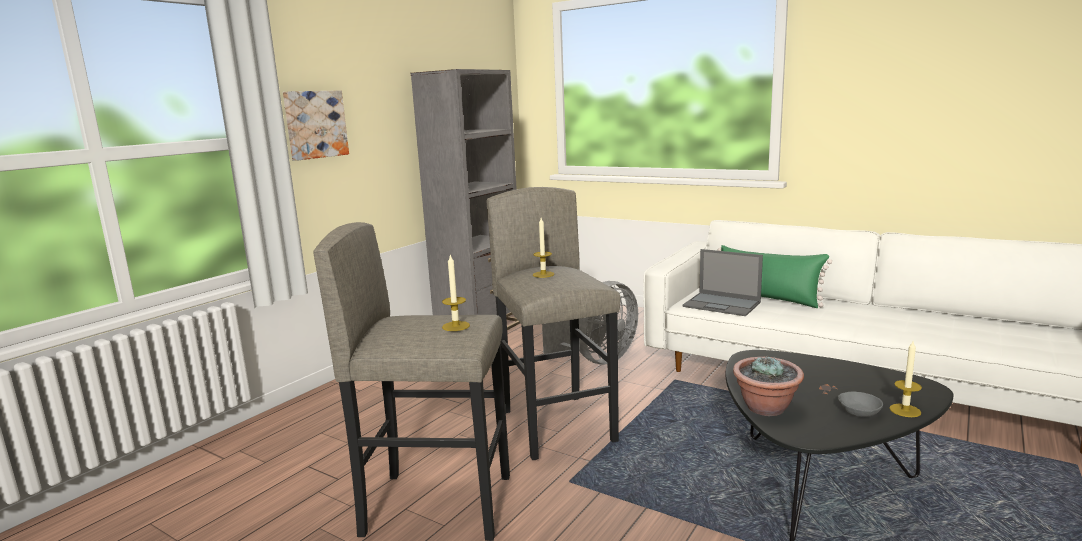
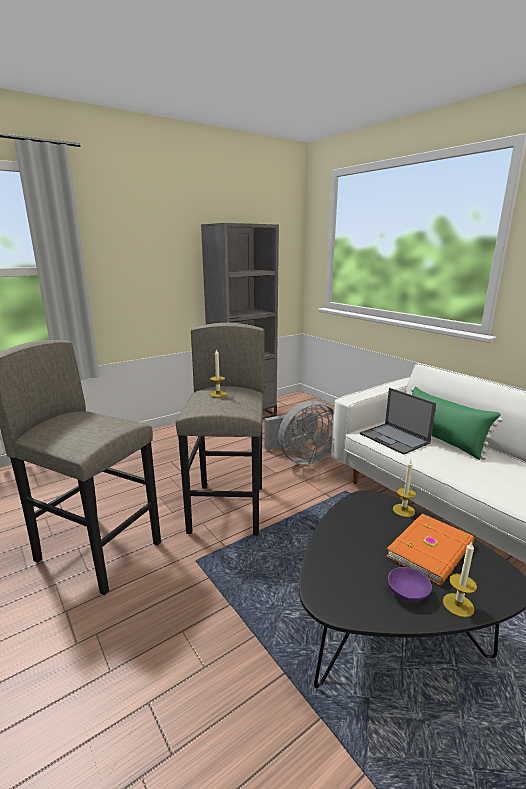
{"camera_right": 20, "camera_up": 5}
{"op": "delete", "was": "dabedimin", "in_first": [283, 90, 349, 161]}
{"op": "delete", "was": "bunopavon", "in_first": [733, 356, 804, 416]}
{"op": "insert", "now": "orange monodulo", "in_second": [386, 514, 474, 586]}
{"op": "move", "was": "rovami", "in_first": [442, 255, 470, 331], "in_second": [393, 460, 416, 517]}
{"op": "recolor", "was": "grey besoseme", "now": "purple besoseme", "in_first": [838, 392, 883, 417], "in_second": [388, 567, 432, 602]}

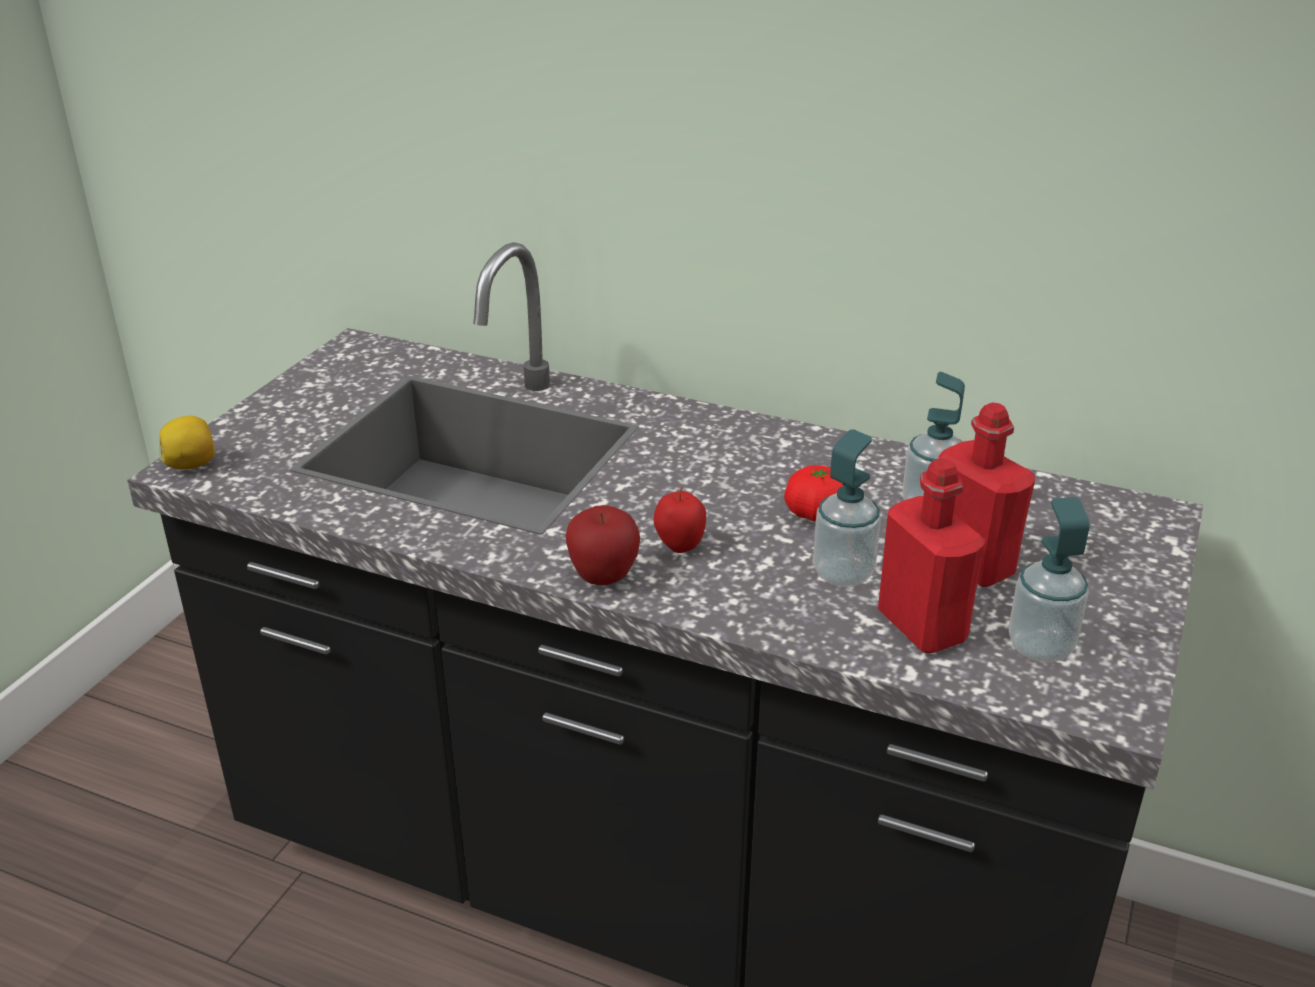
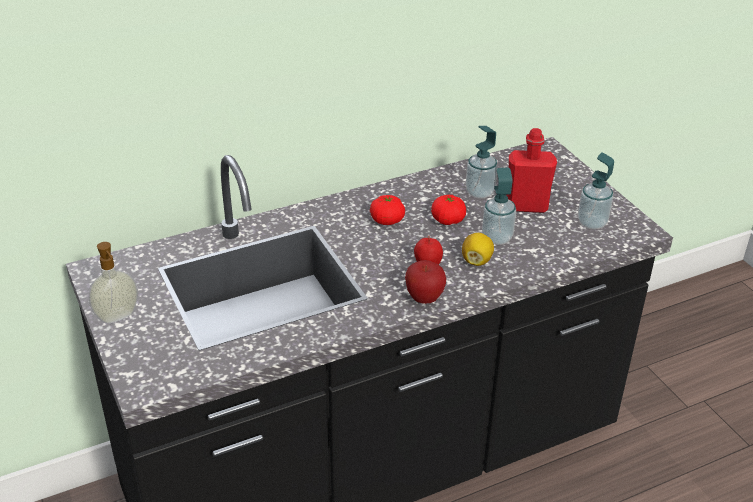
{"camera_right": -50, "camera_up": 5}
{"op": "delete", "was": "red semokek", "in_first": [878, 458, 985, 653]}
{"op": "insert", "now": "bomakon", "in_second": [89, 242, 138, 323]}
{"op": "insert", "now": "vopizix", "in_second": [370, 195, 405, 225]}
{"op": "move", "was": "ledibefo", "in_first": [159, 416, 215, 469], "in_second": [462, 233, 494, 266]}

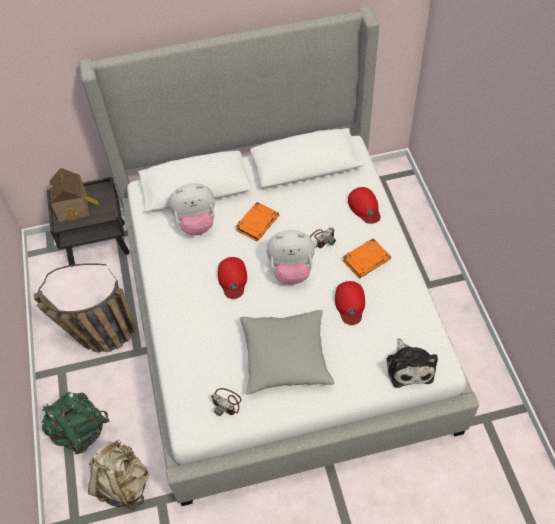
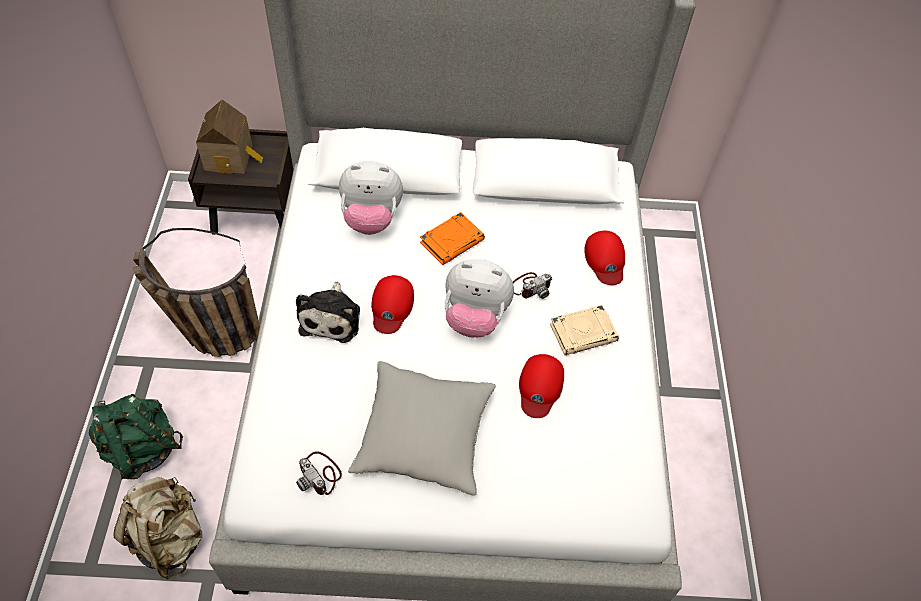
{"camera_right": 10, "camera_up": 0}
{"op": "move", "was": "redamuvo", "in_first": [387, 338, 438, 388], "in_second": [296, 281, 360, 343]}
{"op": "recolor", "was": "orange monodulo", "now": "beige monodulo", "in_first": [343, 238, 391, 279], "in_second": [550, 305, 619, 355]}

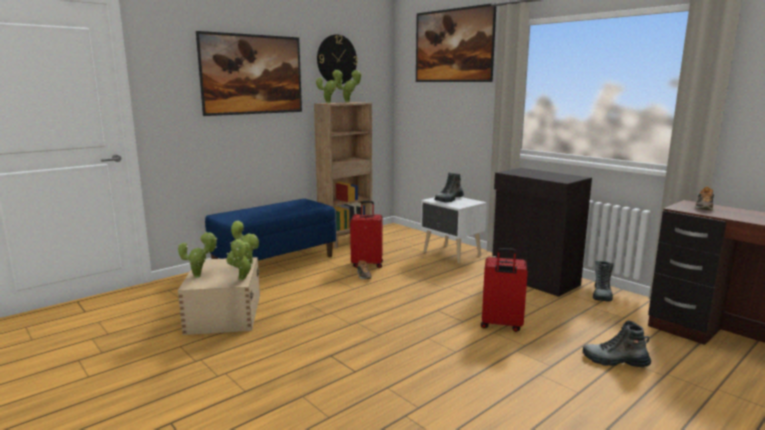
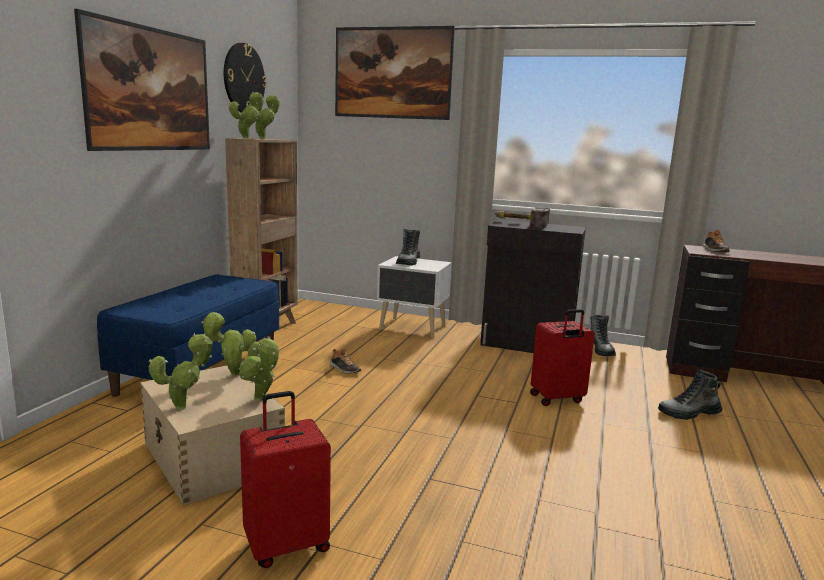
{"camera_right": -30, "camera_up": 0}
{"op": "insert", "now": "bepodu", "in_second": [495, 207, 550, 228]}
{"op": "move", "was": "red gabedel", "in_first": [350, 201, 383, 268], "in_second": [240, 391, 331, 568]}

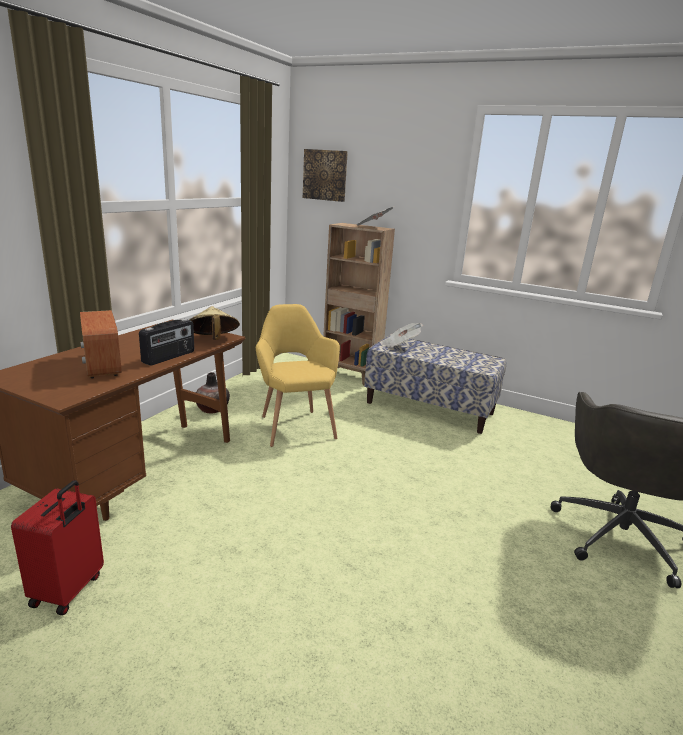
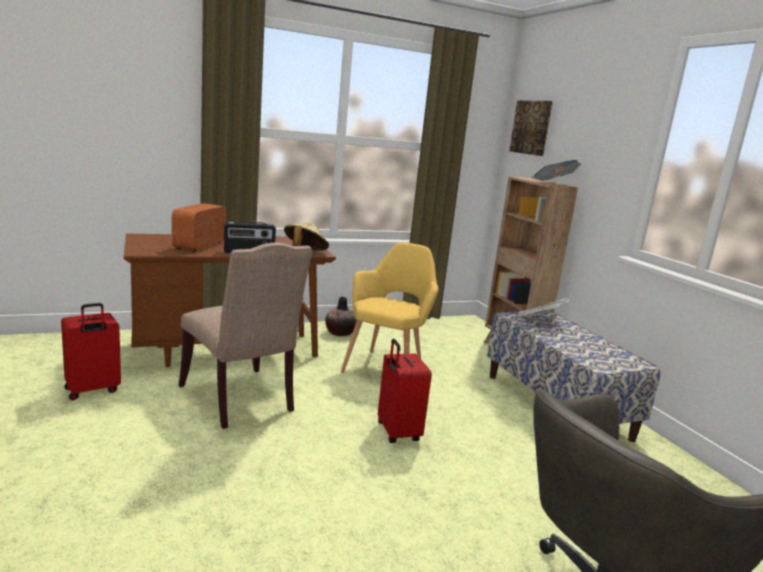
{"camera_right": 40, "camera_up": -5}
{"op": "insert", "now": "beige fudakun", "in_second": [179, 243, 312, 429]}
{"op": "insert", "now": "red gabedel", "in_second": [378, 339, 432, 443]}

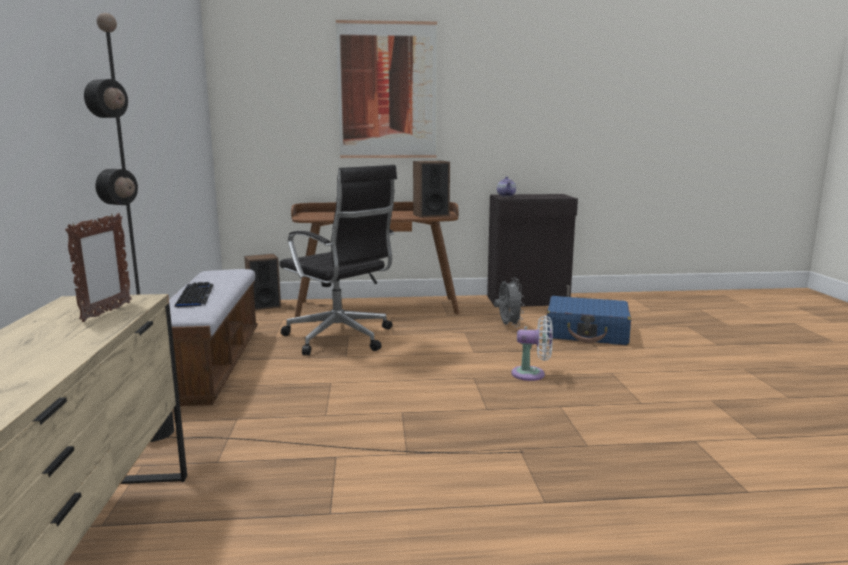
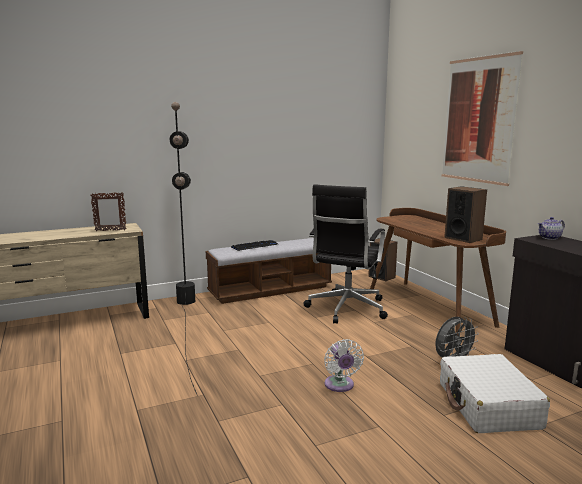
{"camera_right": 70, "camera_up": 0}
{"op": "recolor", "was": "blue gabedel", "now": "white gabedel", "in_first": [547, 296, 631, 345], "in_second": [440, 354, 550, 433]}

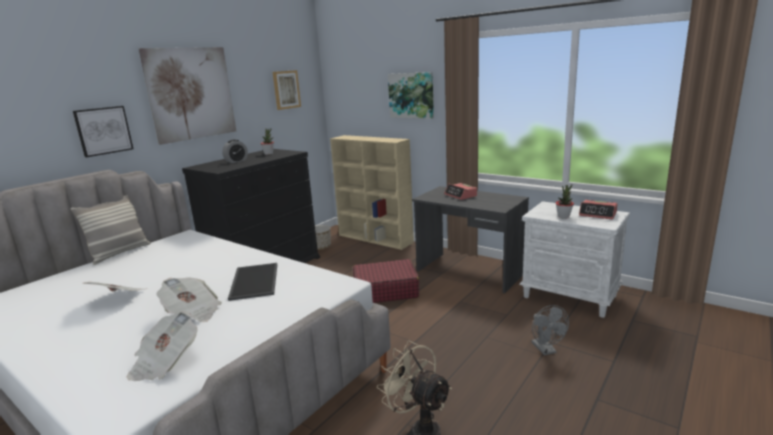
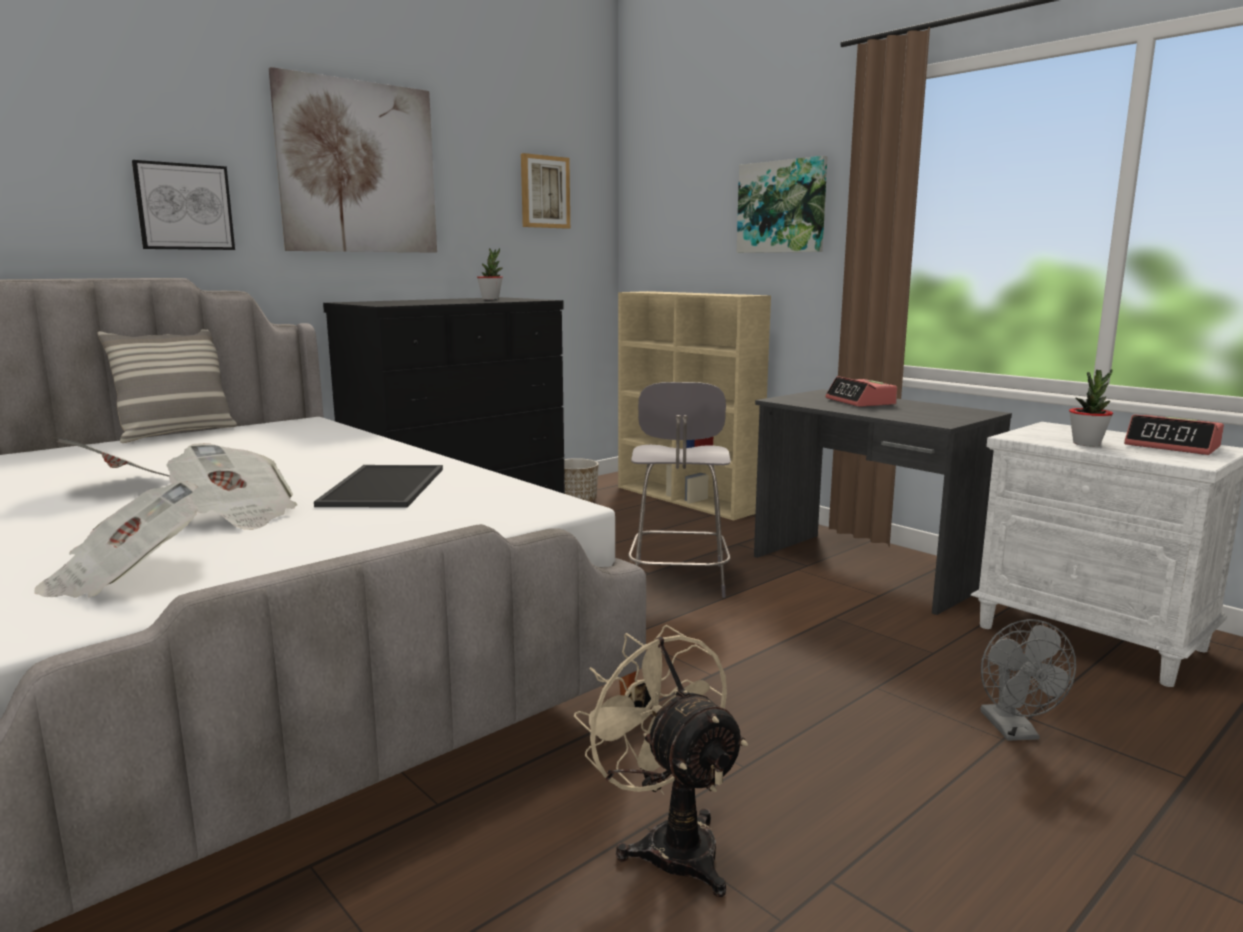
{"camera_right": 10, "camera_up": -5}
{"op": "delete", "was": "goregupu", "in_first": [222, 140, 248, 163]}
{"op": "replace", "was": "red gabedel", "now": "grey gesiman", "in_first": [353, 259, 419, 303], "in_second": [628, 382, 731, 598]}

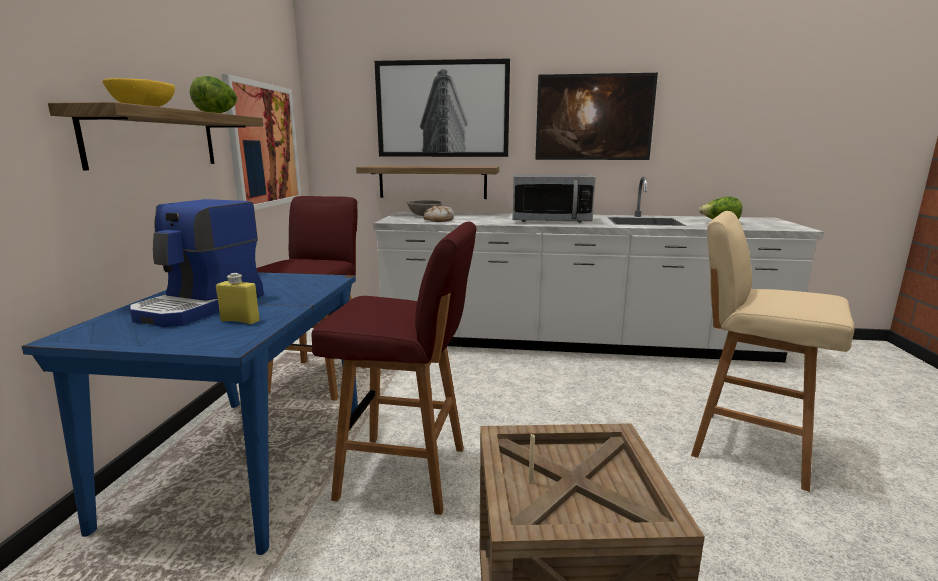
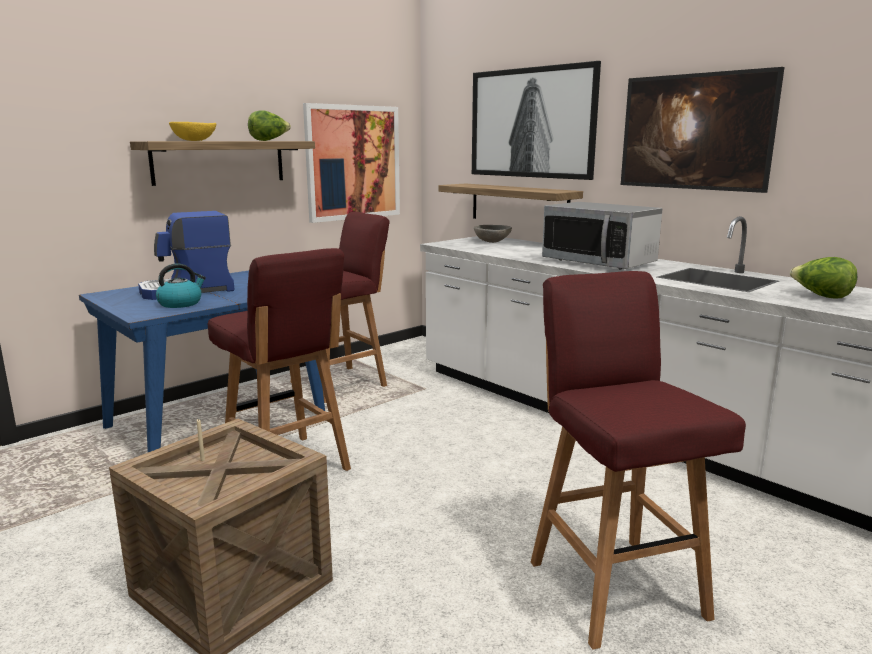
{"camera_right": 40, "camera_up": 0}
{"op": "delete", "was": "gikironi", "in_first": [423, 206, 454, 222]}
{"op": "replace", "was": "yellow semokek", "now": "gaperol", "in_first": [216, 273, 260, 324], "in_second": [156, 264, 206, 308]}
{"op": "recolor", "was": "beige gesiman", "now": "red gesiman", "in_first": [691, 211, 855, 492], "in_second": [531, 271, 746, 650]}

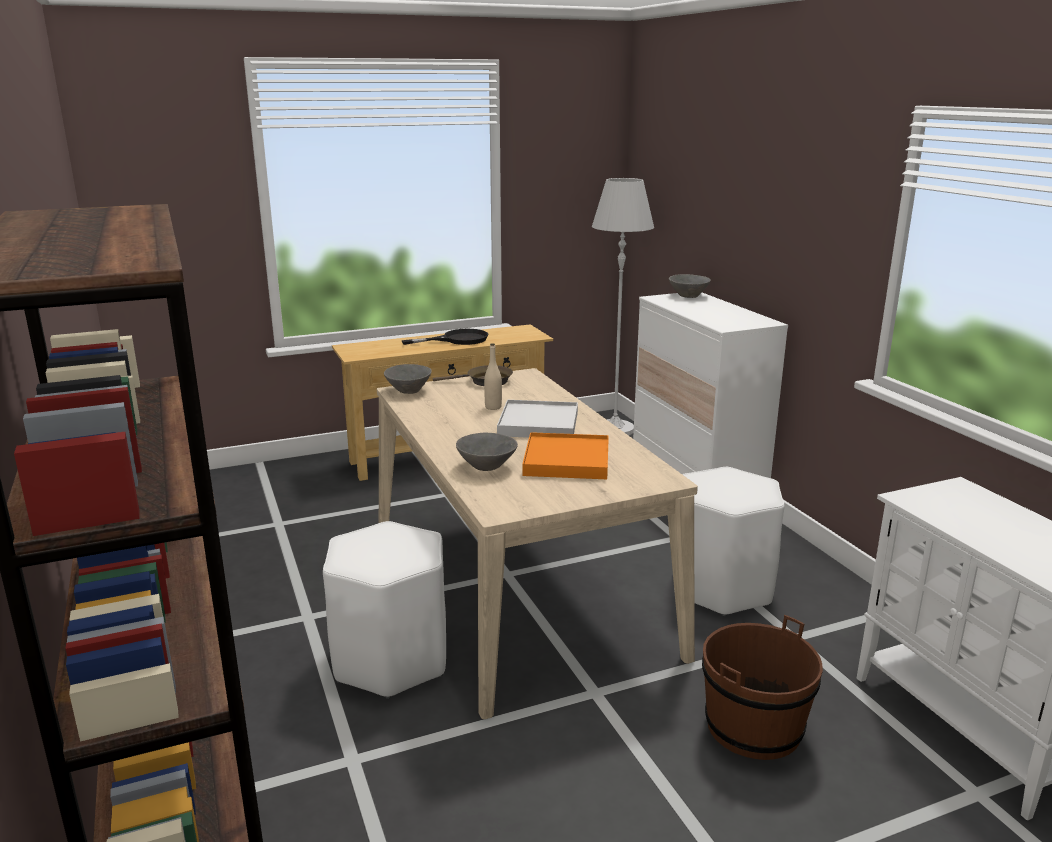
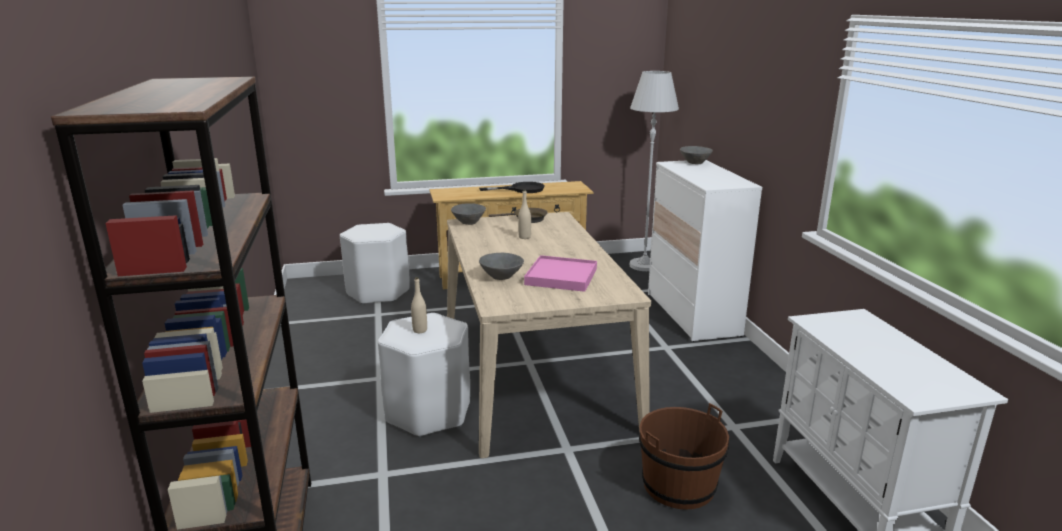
{"camera_right": 10, "camera_up": 0}
{"op": "delete", "was": "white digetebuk", "in_first": [497, 400, 578, 438]}
{"op": "insert", "now": "beige semokek", "in_second": [411, 277, 427, 333]}
{"op": "move", "was": "white gesiman", "in_first": [674, 467, 785, 616], "in_second": [340, 223, 410, 304]}
{"op": "recolor", "was": "orange digetebuk", "now": "pink digetebuk", "in_first": [522, 432, 609, 479], "in_second": [524, 255, 597, 292]}

